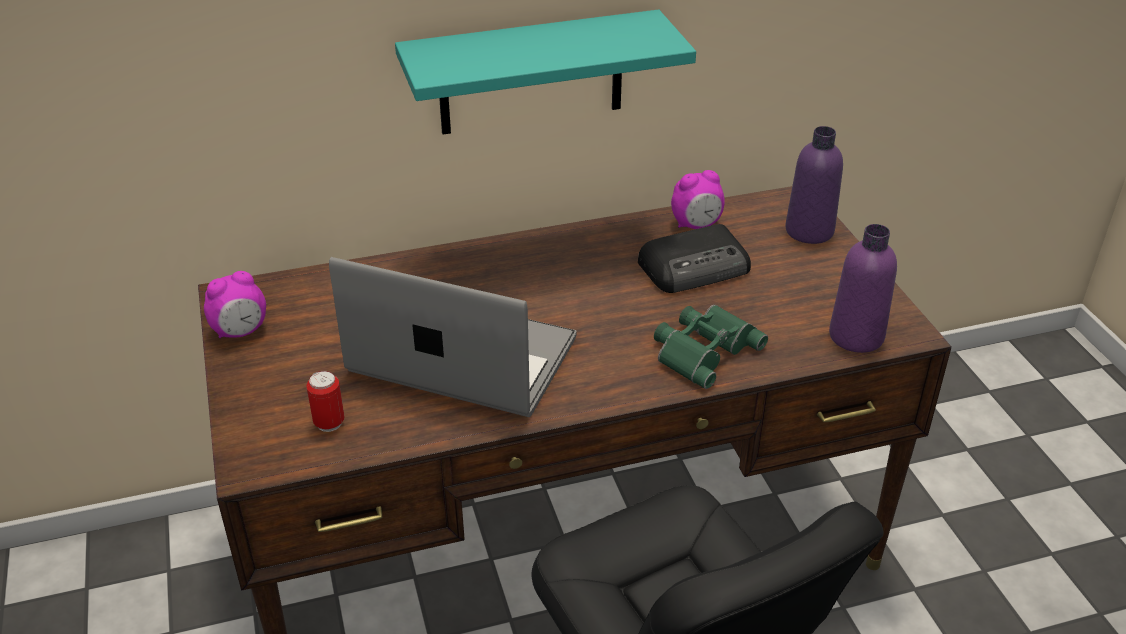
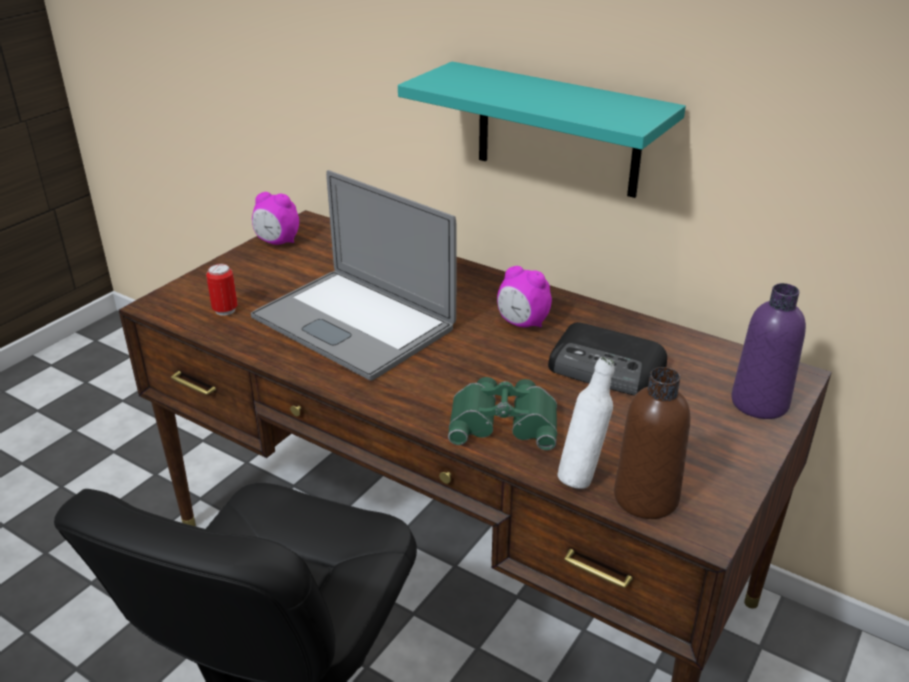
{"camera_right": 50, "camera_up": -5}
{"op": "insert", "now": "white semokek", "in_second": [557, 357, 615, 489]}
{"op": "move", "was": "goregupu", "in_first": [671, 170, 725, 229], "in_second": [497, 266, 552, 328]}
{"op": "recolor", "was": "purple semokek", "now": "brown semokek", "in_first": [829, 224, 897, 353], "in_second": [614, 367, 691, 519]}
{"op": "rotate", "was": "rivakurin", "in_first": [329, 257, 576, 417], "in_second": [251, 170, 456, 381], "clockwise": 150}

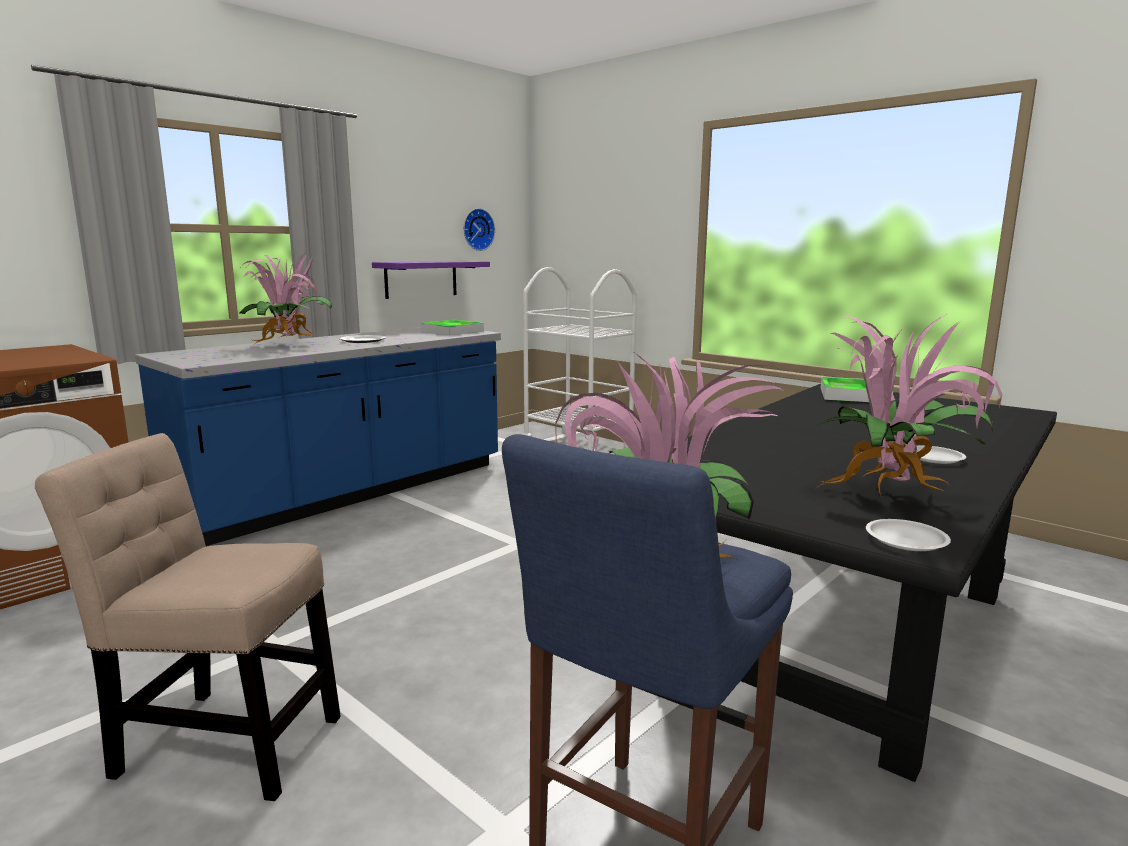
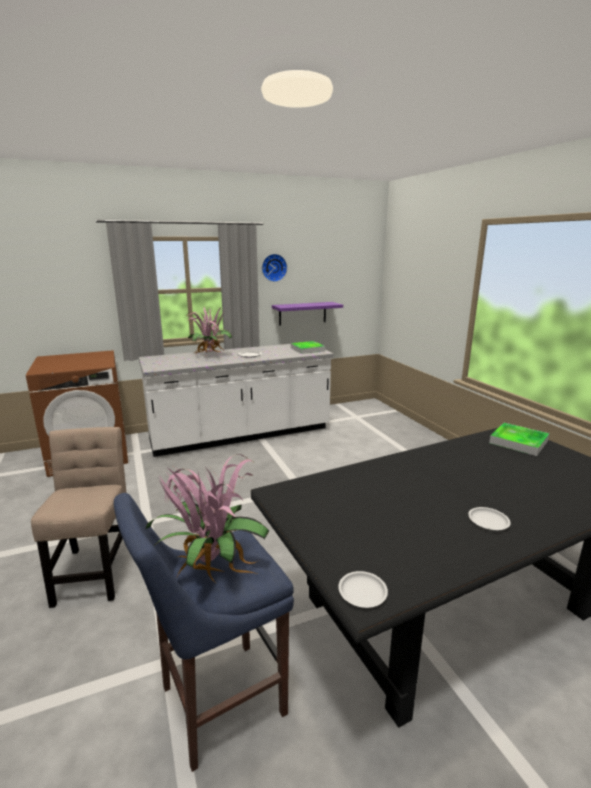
{"camera_right": 25, "camera_up": 5}
{"op": "delete", "was": "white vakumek", "in_first": [522, 267, 637, 451]}
{"op": "delete", "was": "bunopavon", "in_first": [810, 313, 1002, 497]}
{"op": "move", "was": "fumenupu", "in_first": [464, 208, 495, 251], "in_second": [262, 254, 287, 282]}
{"op": "recolor", "was": "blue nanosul", "now": "white nanosul", "in_first": [135, 327, 501, 546], "in_second": [139, 344, 334, 457]}
{"op": "rotate", "was": "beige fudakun", "in_first": [35, 433, 341, 801], "in_second": [31, 427, 126, 608], "clockwise": 45}

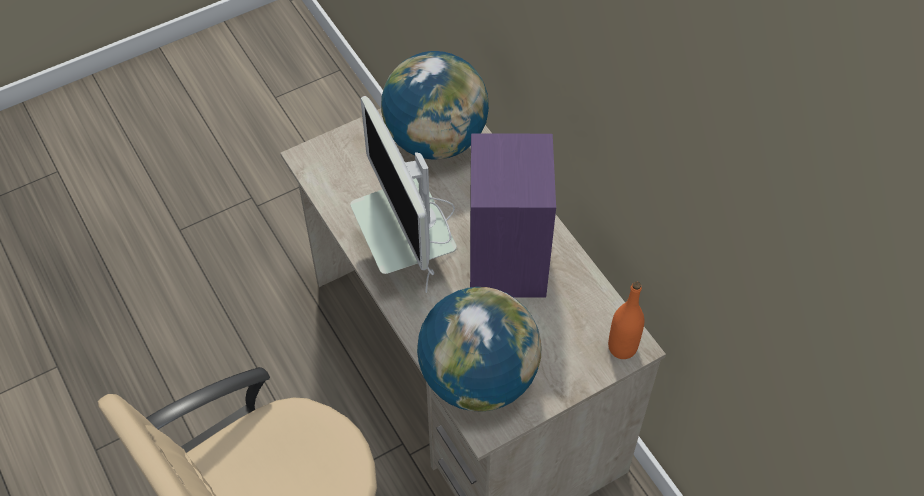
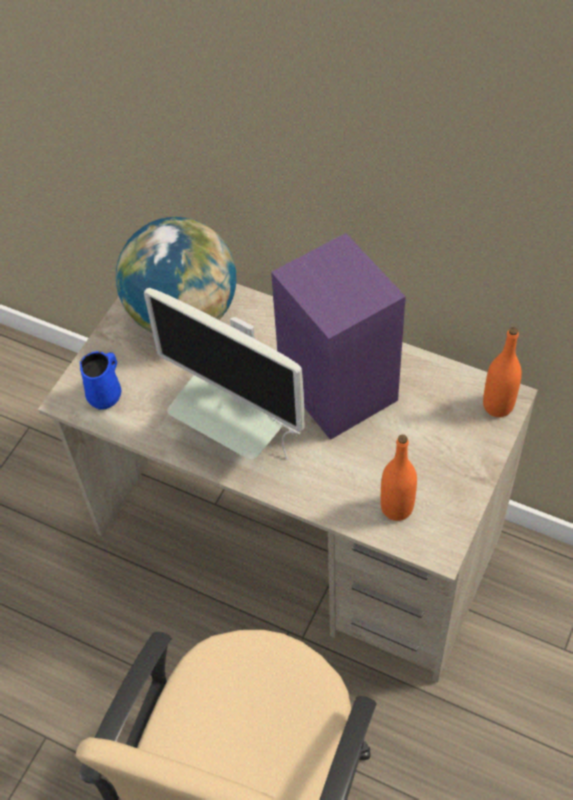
{"camera_right": -30, "camera_up": 0}
{"op": "insert", "now": "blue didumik", "in_second": [80, 351, 121, 410]}
{"op": "replace", "was": "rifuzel", "now": "orange semokek", "in_first": [417, 287, 541, 412], "in_second": [380, 435, 417, 521]}

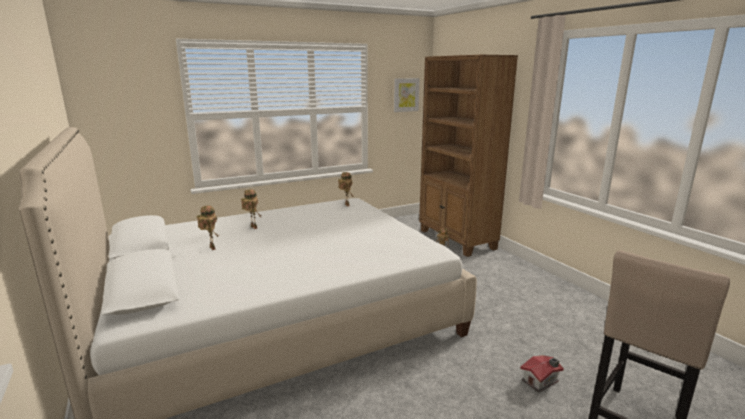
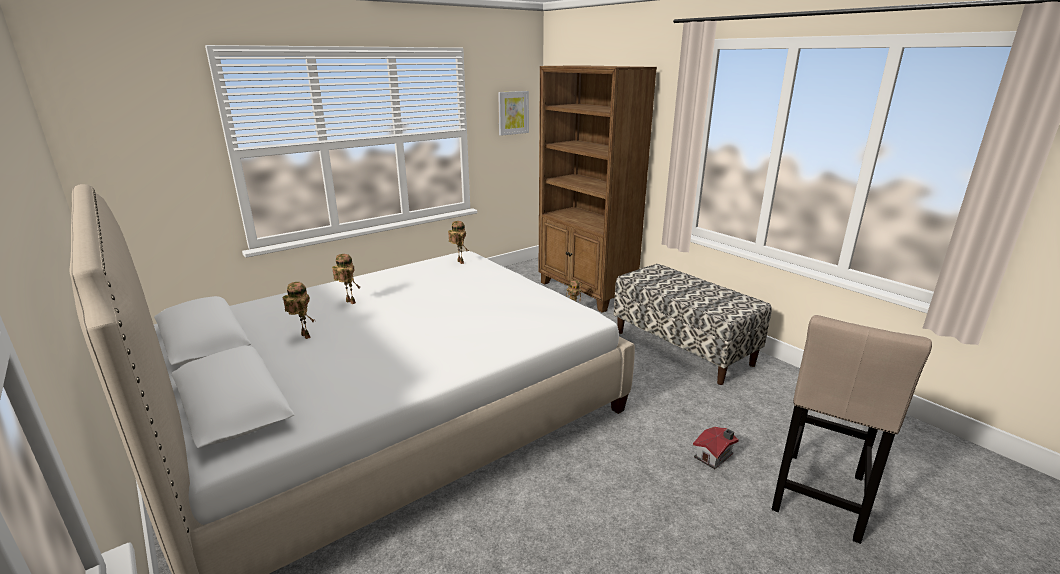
{"camera_right": -10, "camera_up": 5}
{"op": "insert", "now": "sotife", "in_second": [614, 264, 771, 385]}

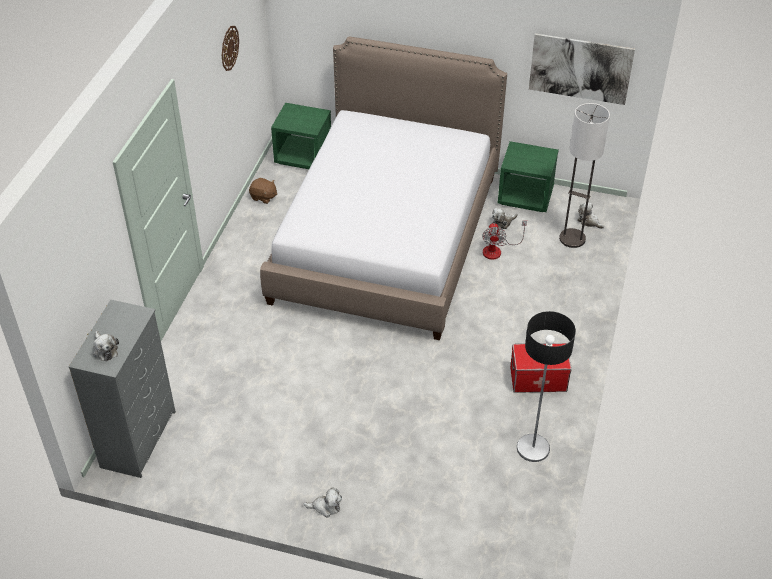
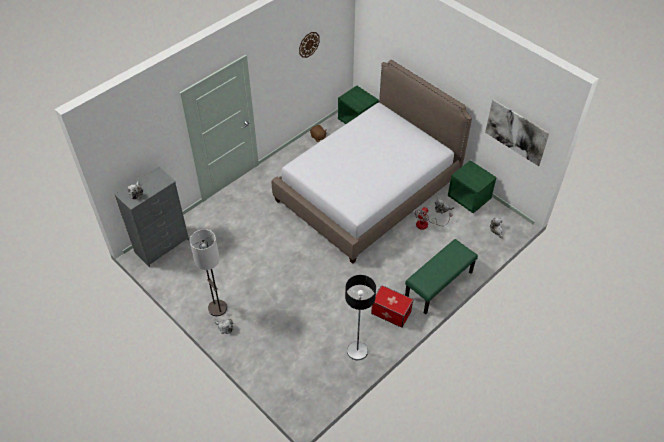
{"camera_right": 30, "camera_up": 5}
{"op": "insert", "now": "green sotife", "in_second": [405, 239, 478, 314]}
{"op": "move", "was": "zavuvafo", "in_first": [559, 103, 610, 248], "in_second": [190, 229, 227, 316]}

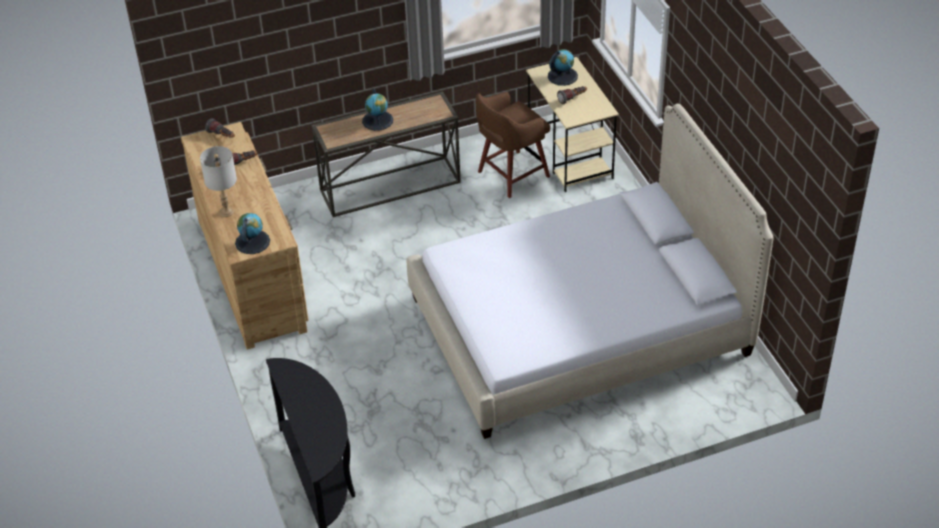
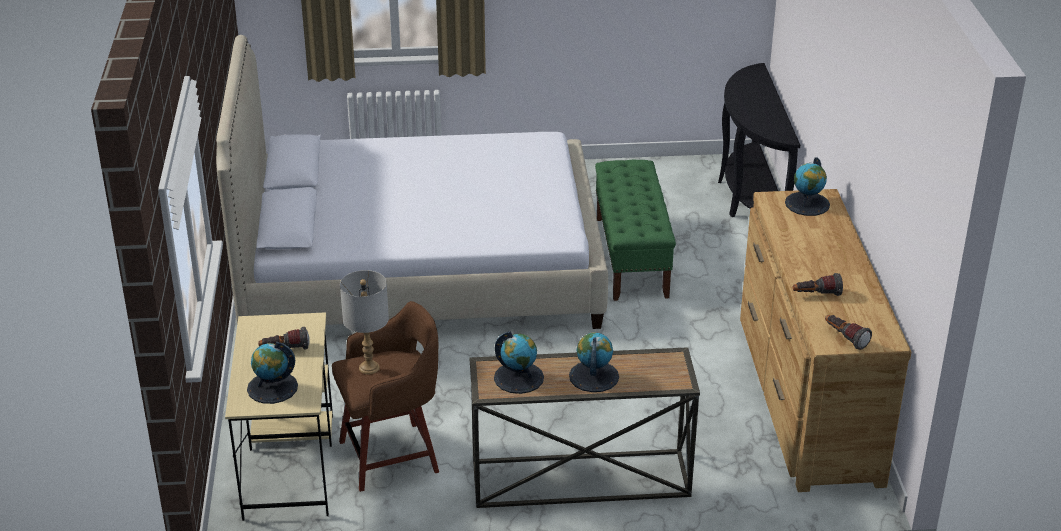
{"camera_right": -165, "camera_up": -10}
{"op": "insert", "now": "rifuzel", "in_second": [494, 331, 544, 394]}
{"op": "insert", "now": "green sotife", "in_second": [595, 160, 676, 301]}
{"op": "move", "was": "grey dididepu", "in_first": [200, 146, 237, 217], "in_second": [340, 270, 389, 374]}

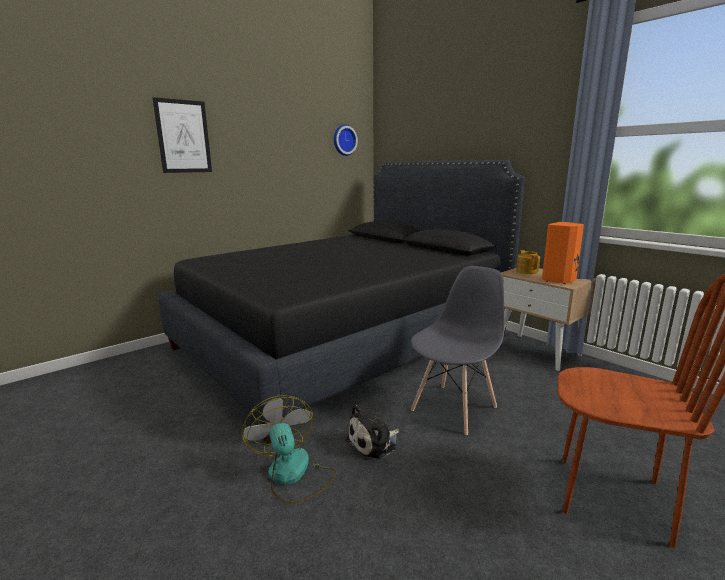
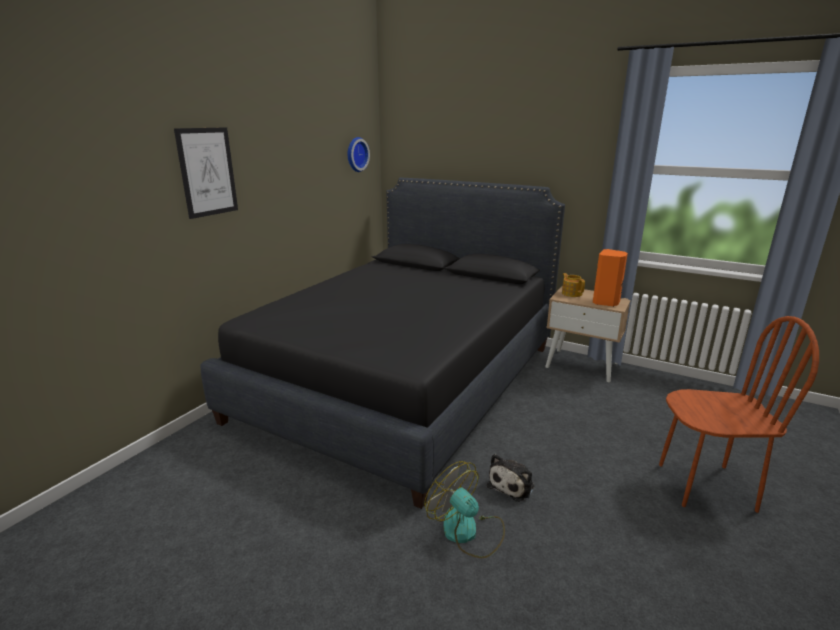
{"camera_right": -20, "camera_up": 5}
{"op": "delete", "was": "grey fudakun", "in_first": [411, 266, 504, 435]}

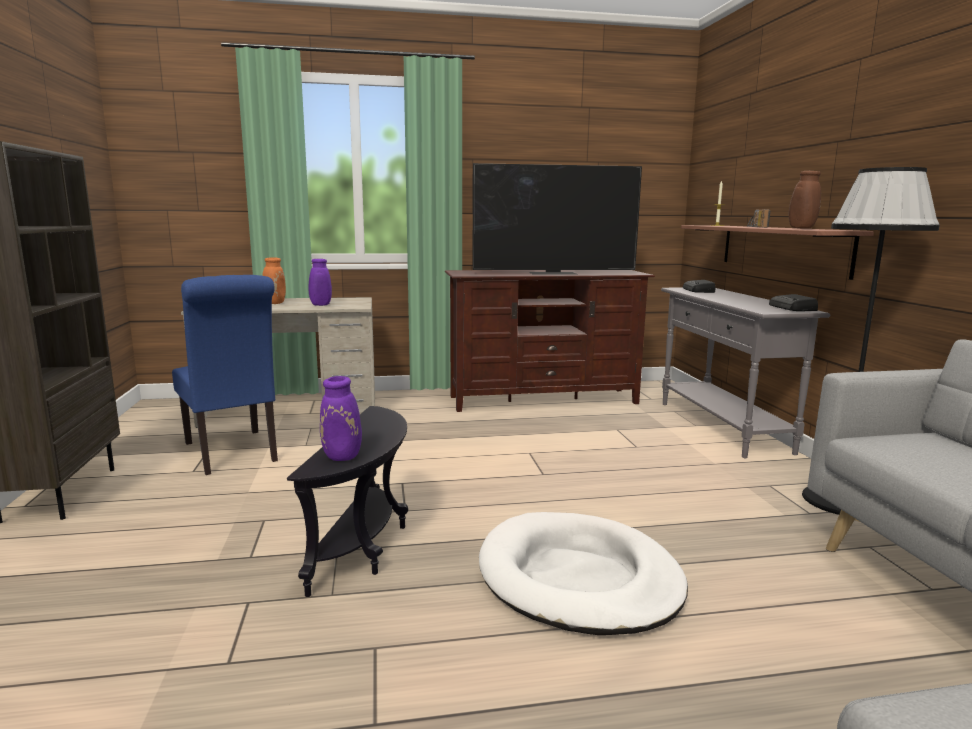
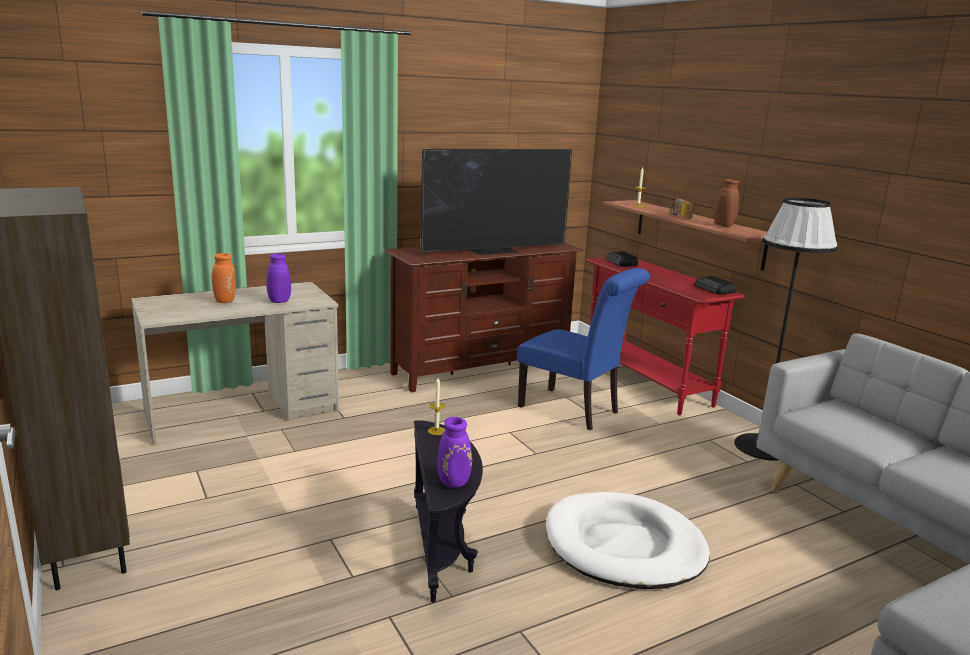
{"camera_right": -20, "camera_up": 5}
{"op": "insert", "now": "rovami", "in_second": [428, 378, 445, 435]}
{"op": "move", "was": "blue fudakun", "in_first": [172, 275, 278, 475], "in_second": [517, 268, 650, 431]}
{"op": "recolor", "was": "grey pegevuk", "now": "red pegevuk", "in_first": [661, 287, 830, 458], "in_second": [585, 257, 745, 415]}

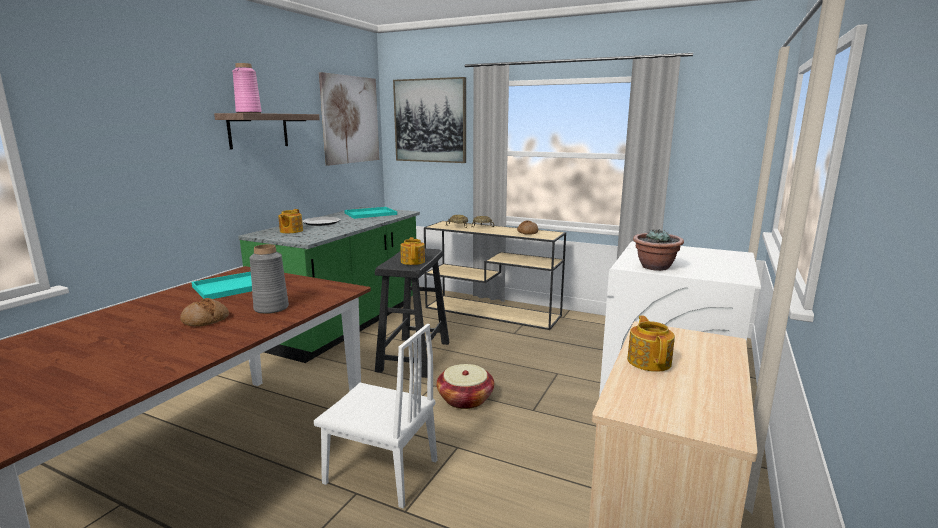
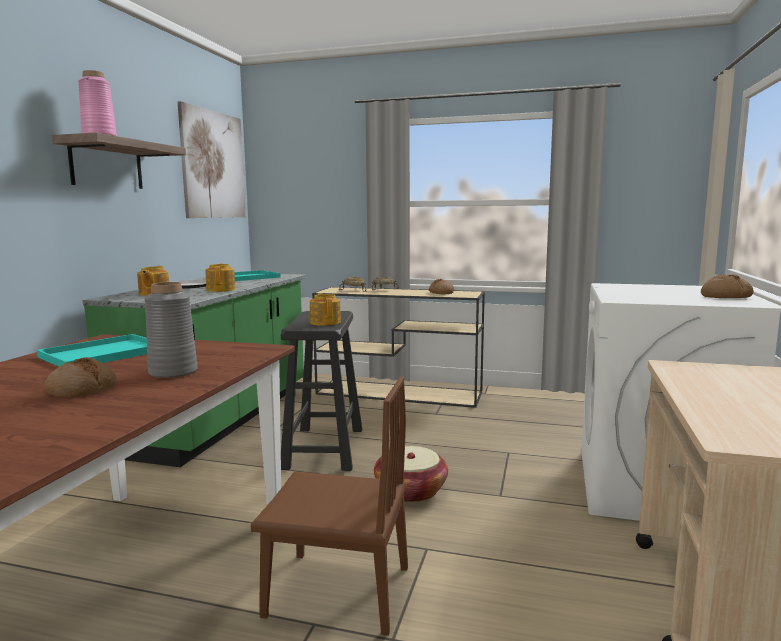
{"camera_right": -10, "camera_up": -5}
{"op": "delete", "was": "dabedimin", "in_first": [393, 77, 466, 163]}
{"op": "delete", "was": "bunopavon", "in_first": [633, 229, 684, 271]}
{"op": "insert", "now": "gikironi", "in_second": [701, 274, 753, 298]}
{"op": "move", "was": "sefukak", "in_first": [627, 316, 675, 372], "in_second": [205, 264, 235, 292]}
{"op": "recolor", "was": "white fudakun", "now": "brown fudakun", "in_first": [314, 324, 437, 508], "in_second": [251, 376, 408, 636]}

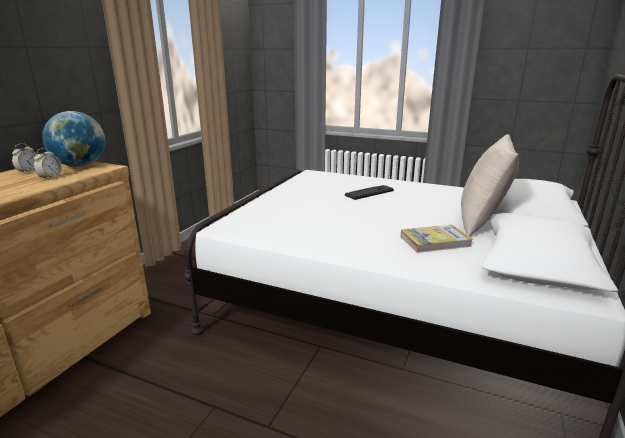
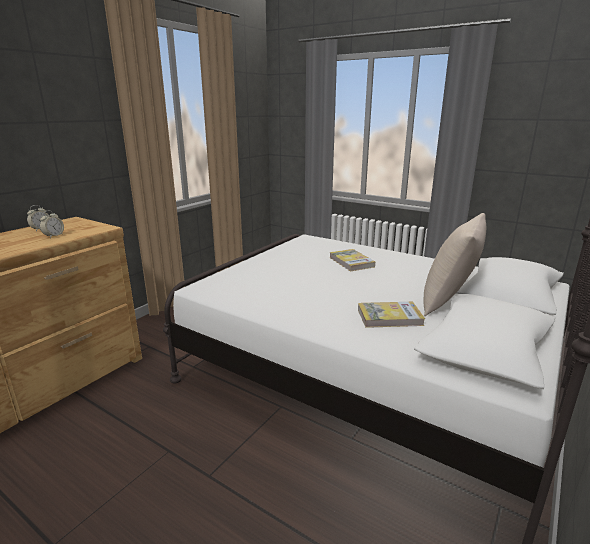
{"camera_right": 10, "camera_up": 0}
{"op": "delete", "was": "rifuzel", "in_first": [42, 111, 106, 167]}
{"op": "replace", "was": "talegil", "now": "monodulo", "in_first": [345, 185, 394, 200], "in_second": [329, 249, 375, 272]}

